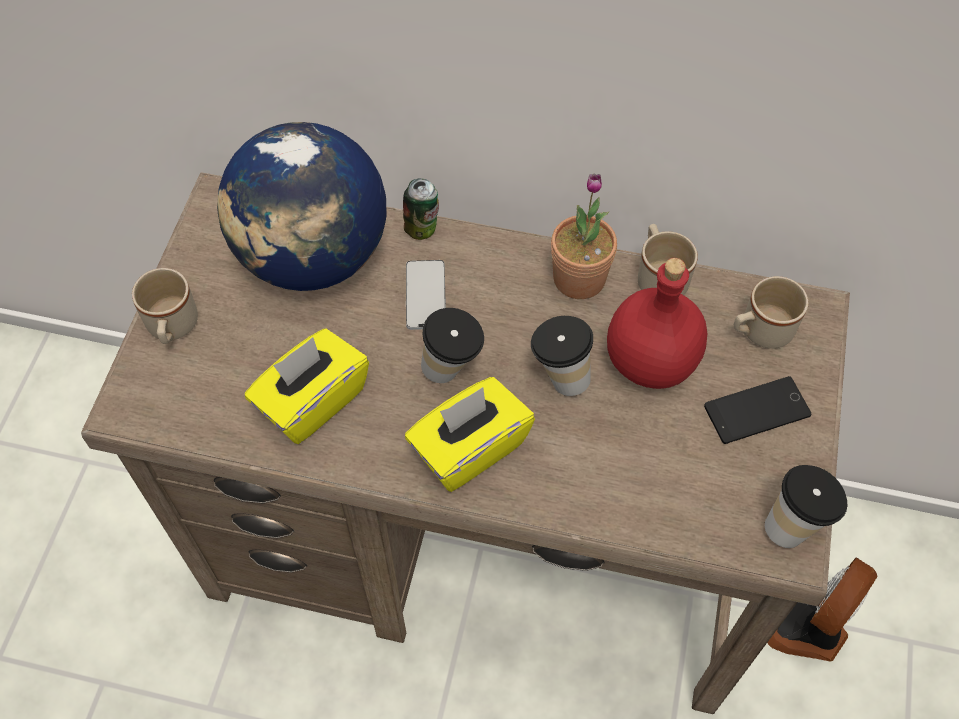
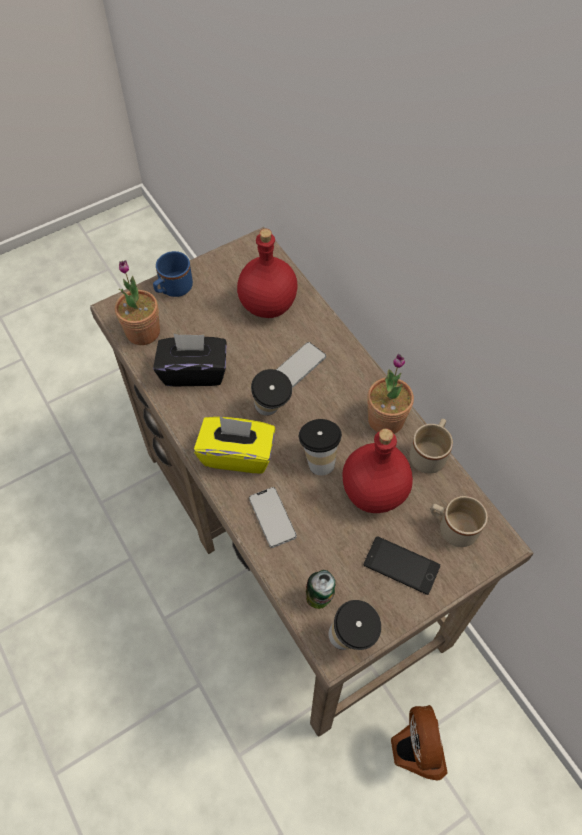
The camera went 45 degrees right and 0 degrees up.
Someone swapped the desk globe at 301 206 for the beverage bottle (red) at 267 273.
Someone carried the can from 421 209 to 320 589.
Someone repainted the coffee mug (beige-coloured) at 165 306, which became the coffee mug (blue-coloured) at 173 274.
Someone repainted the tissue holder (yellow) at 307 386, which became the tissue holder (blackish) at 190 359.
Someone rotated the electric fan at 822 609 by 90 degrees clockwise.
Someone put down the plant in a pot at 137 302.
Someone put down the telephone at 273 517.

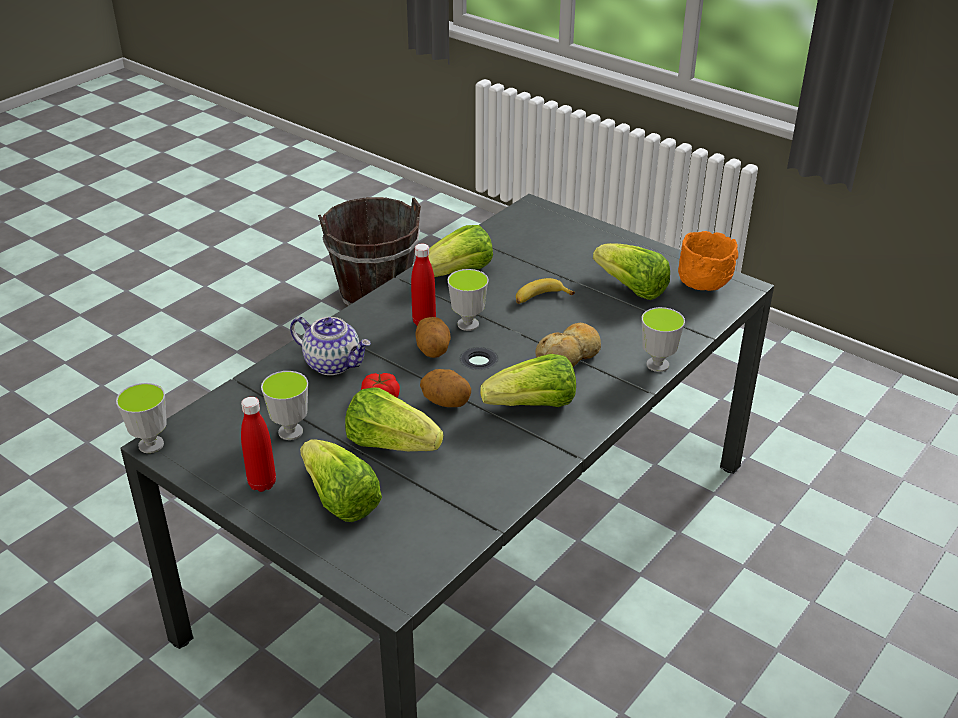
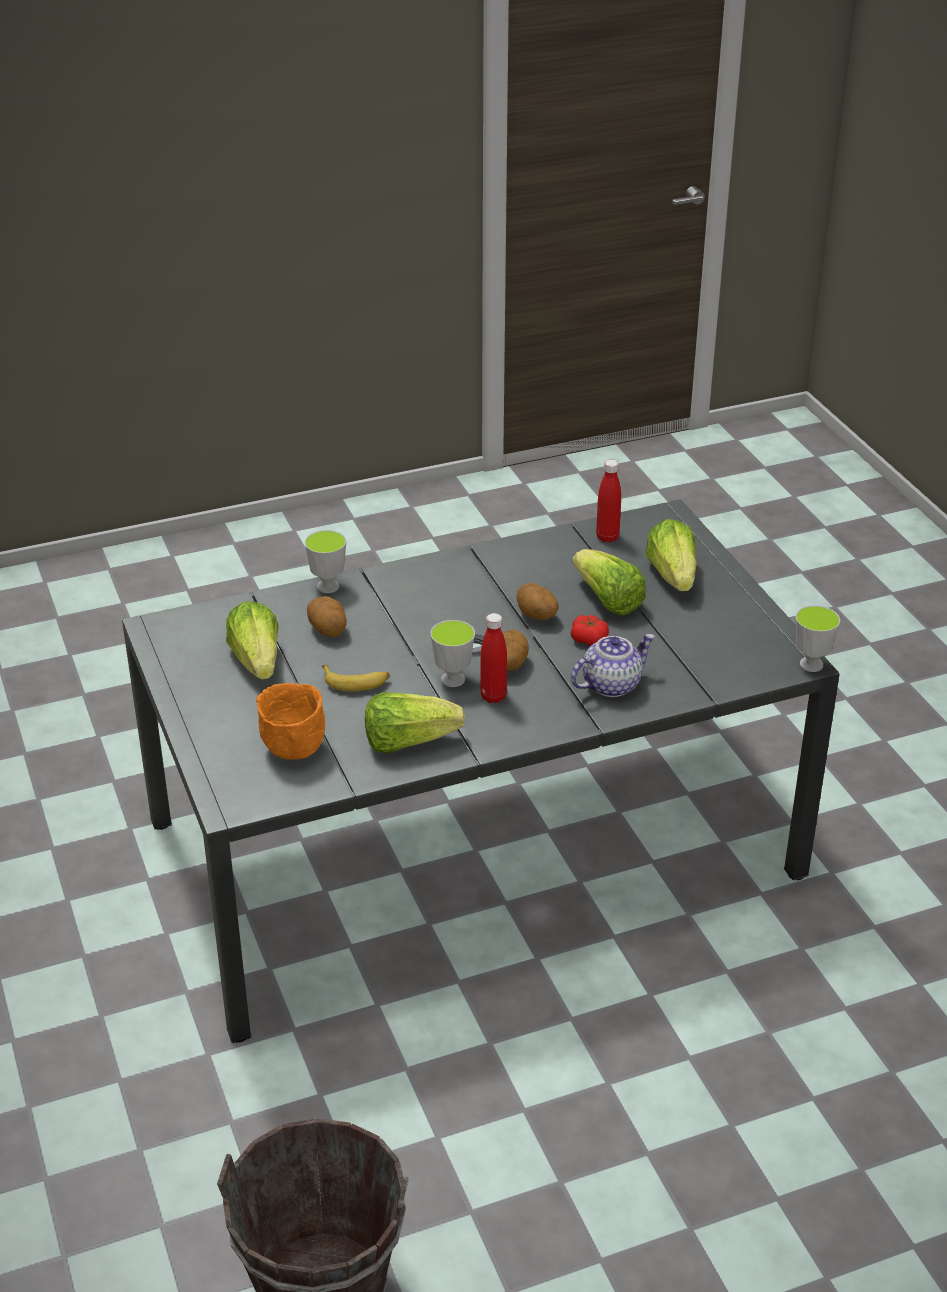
The camera went 150 degrees left and 0 degrees up.
Someone carried the bowl (orange-coloured) from 708 261 to 290 721.
Someone rotated the teapot at 330 346 by 90 degrees clockwise.
Someone took away the bread at 568 345.
Someone took away the lettuce head at 528 380.
Someone took away the drinking cup at 284 405.
Someone carried the beverage bottle (red) from 258 444 to 608 501.
Someone put down the potato at 327 616.

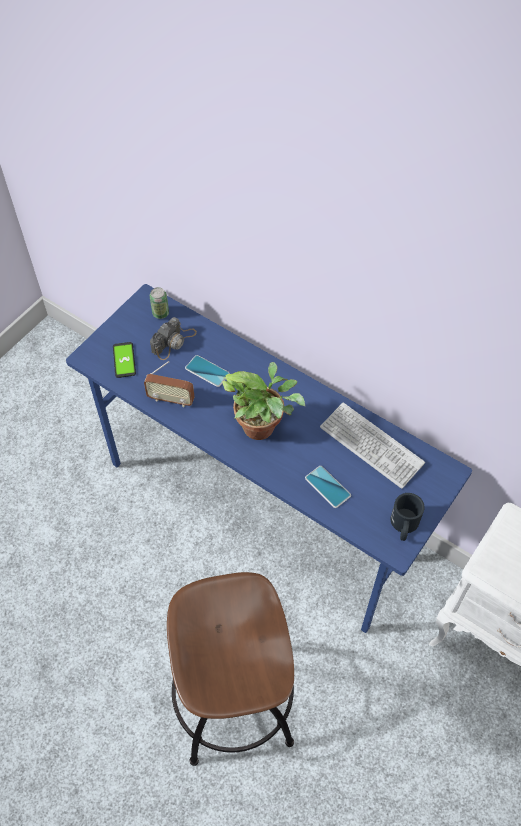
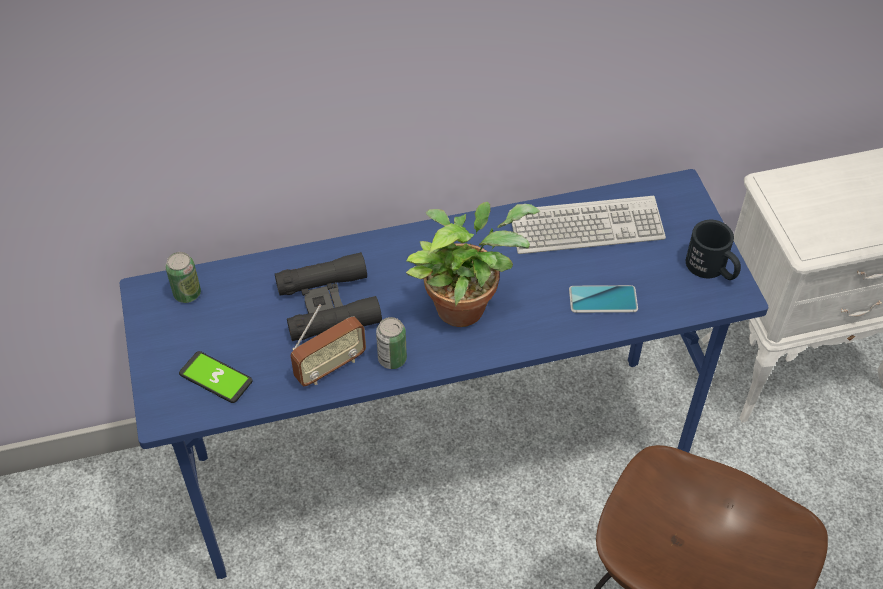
The camera went 50 degrees left and 5 degrees down.
Someone took away the photo camera at 173 338.
Someone swapped the telephone at 207 371 for the binoculars (blackish) at 328 296.
Someone put down the can at 391 343.

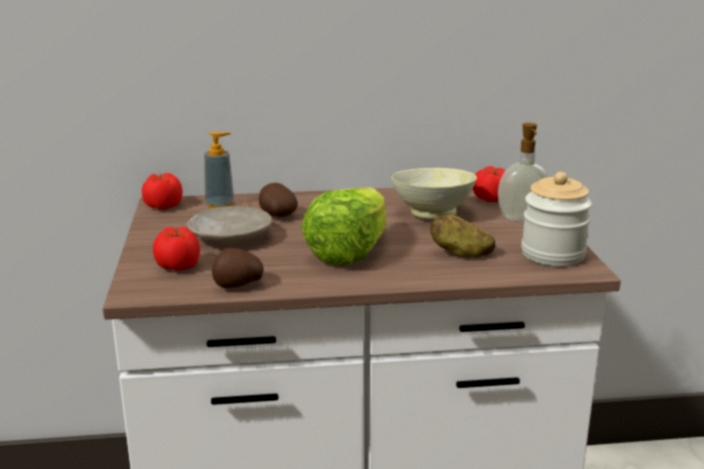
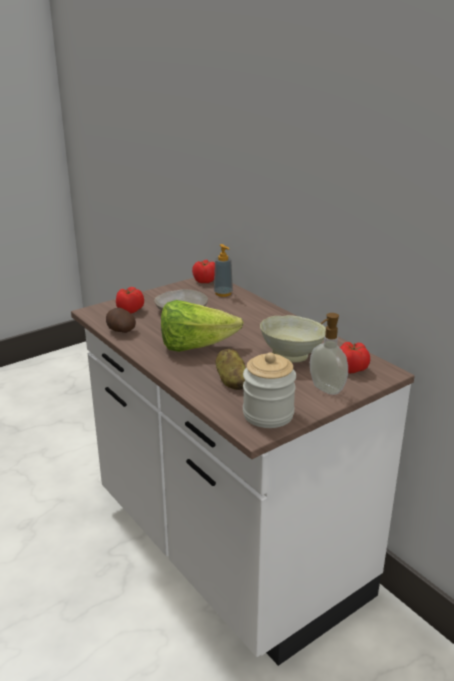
The camera went 60 degrees right and 5 degrees up.
Someone took away the potato at 278 200.

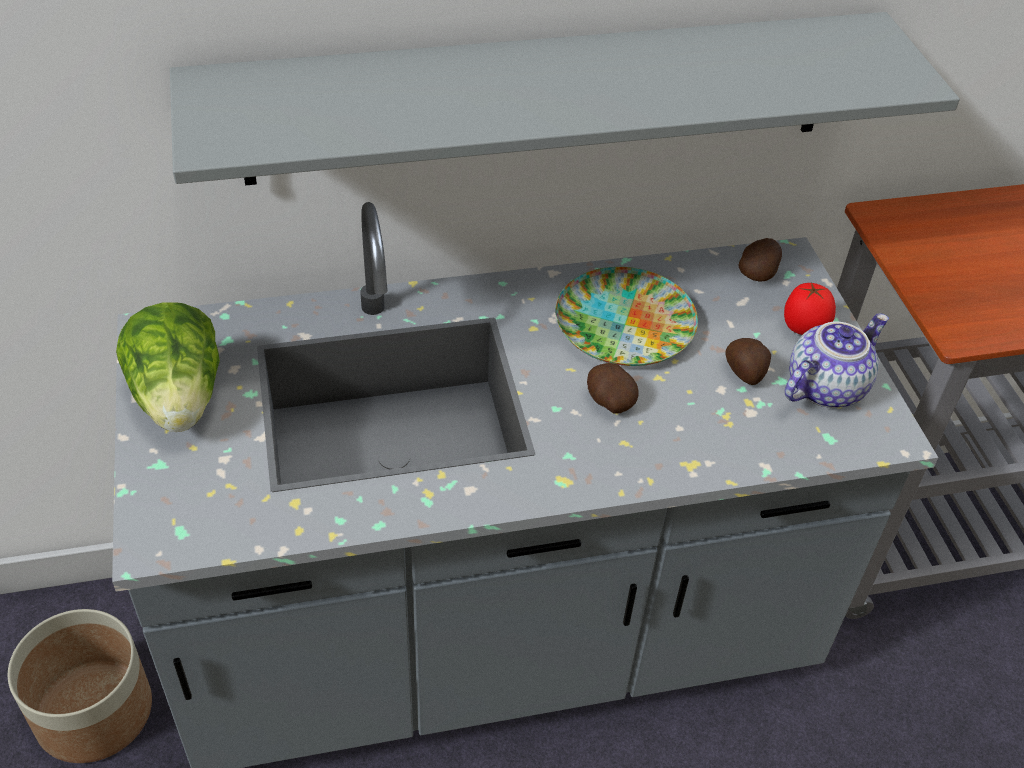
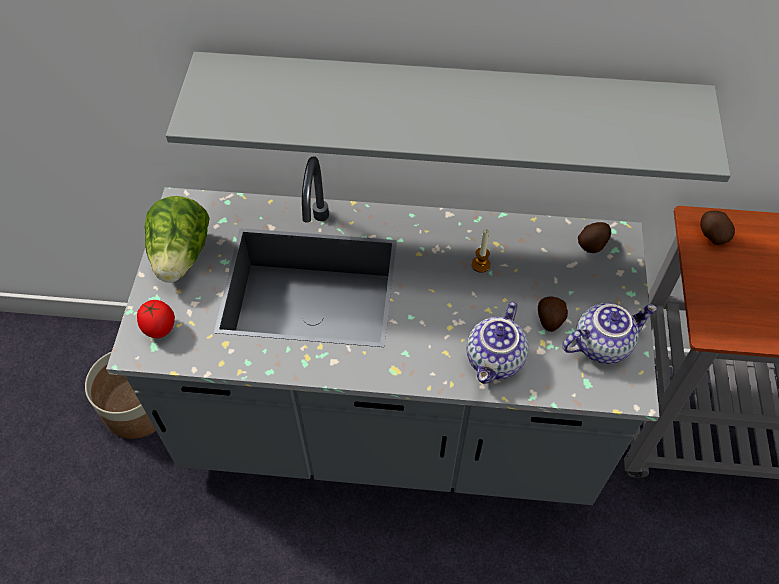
The camera went 20 degrees right and 10 degrees up.
Someone swapped the flat dish at 627 316 for the wax light at 481 251.
Someone carried the fresh tomato from 810 308 to 156 319.
Someone carried the potato from 613 388 to 717 228.
Someone put down the teapot at 497 342.

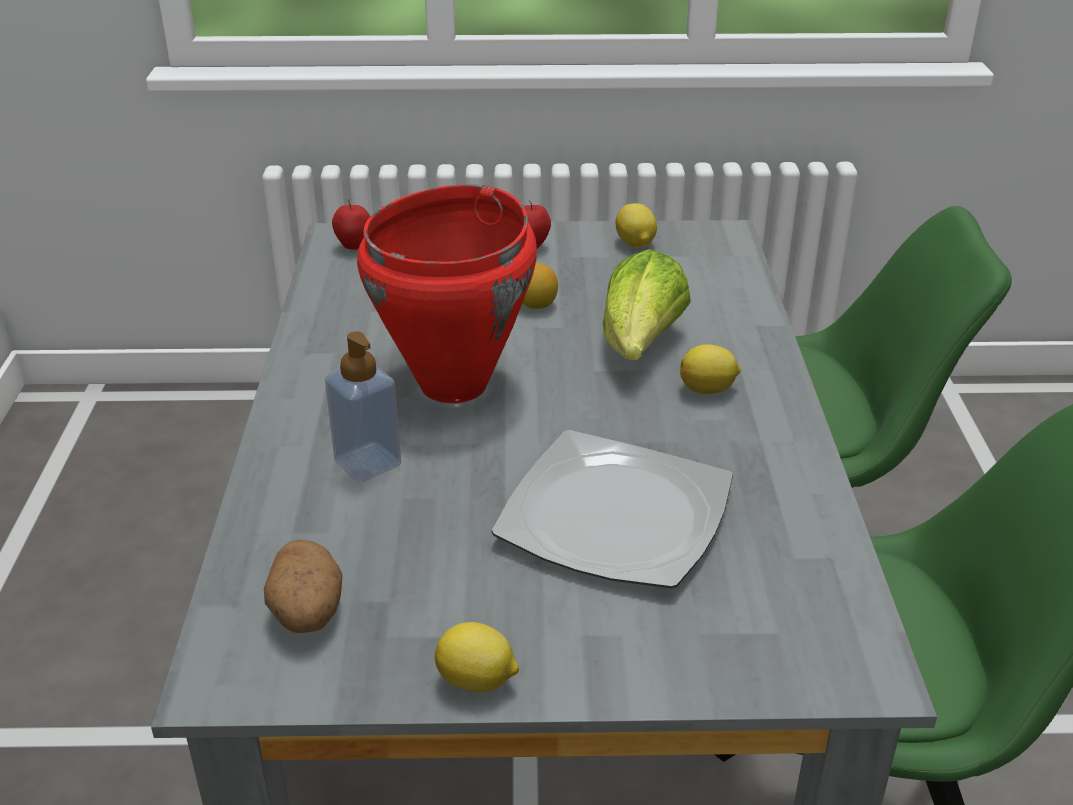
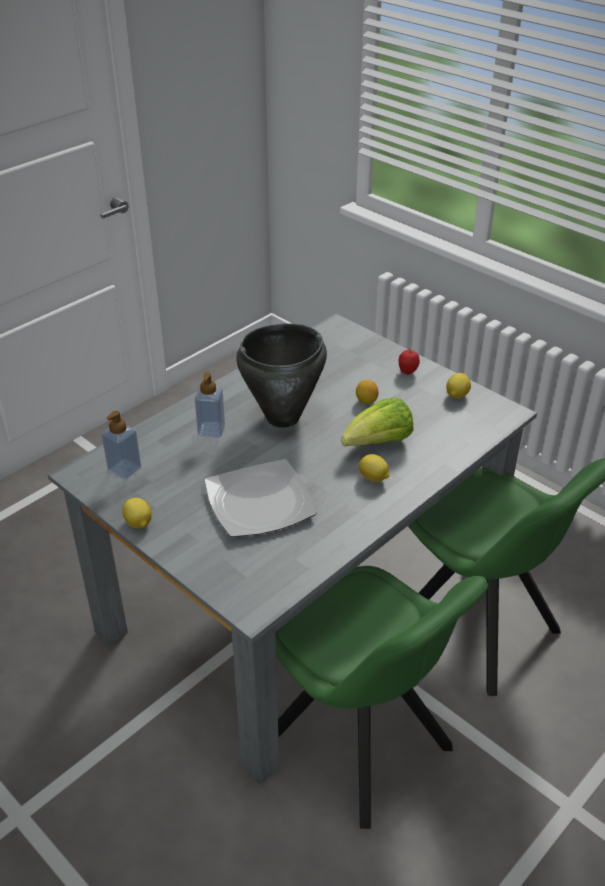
The camera went 45 degrees right and 5 degrees up.
Someone repainted the saucepot (red) at 447 293, which became the saucepot (blackish) at 281 375.
Someone took away the apple at 351 224.
Someone swapped the potato at 303 586 for the soap dispenser at 121 445.

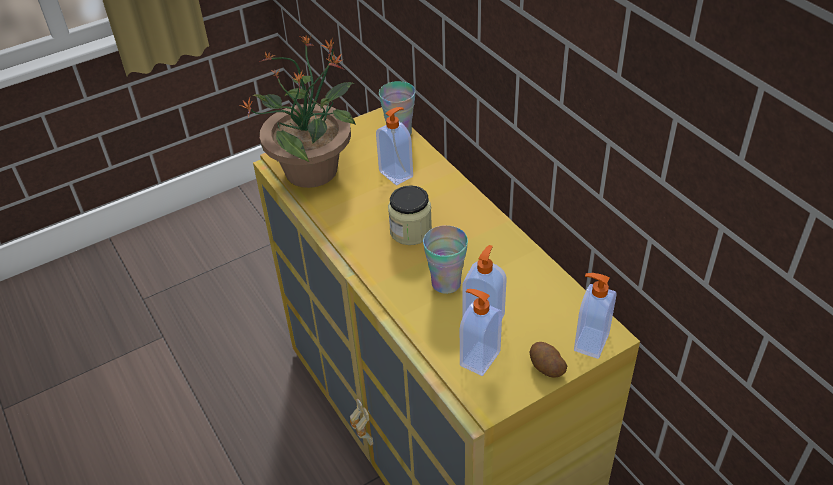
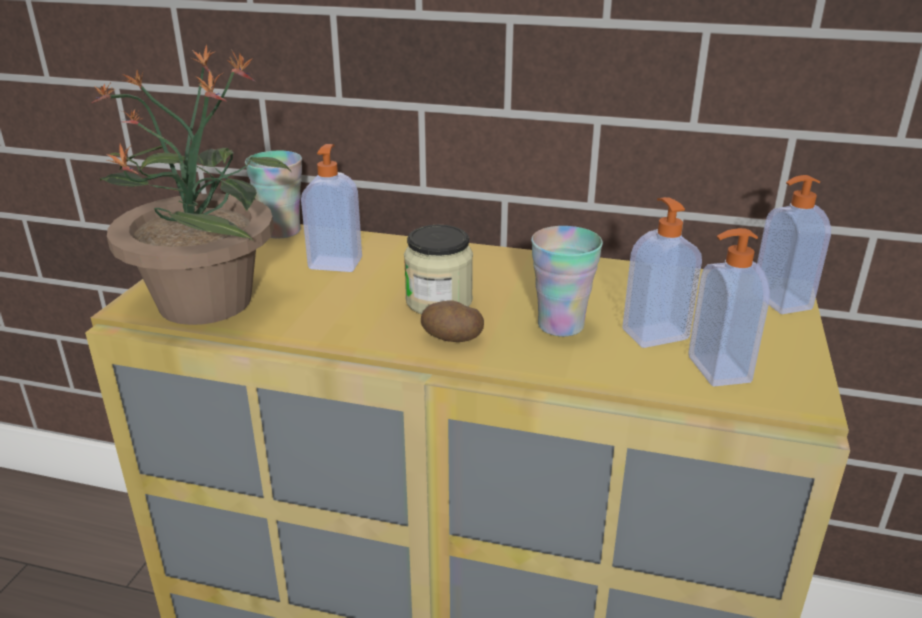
The camera went 45 degrees left and 15 degrees down.
Someone carried the potato from 548 360 to 452 321.

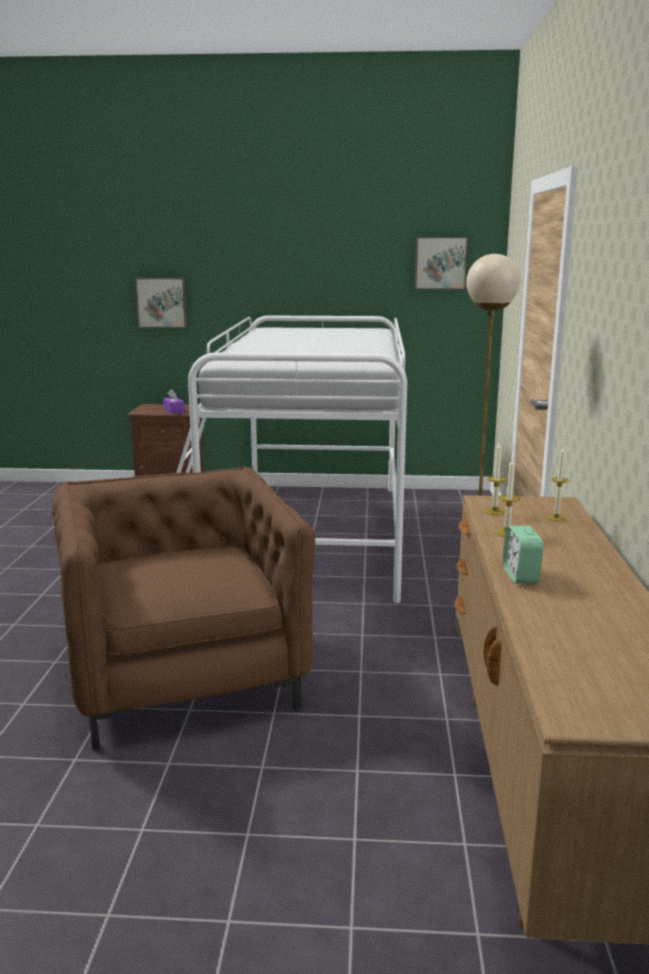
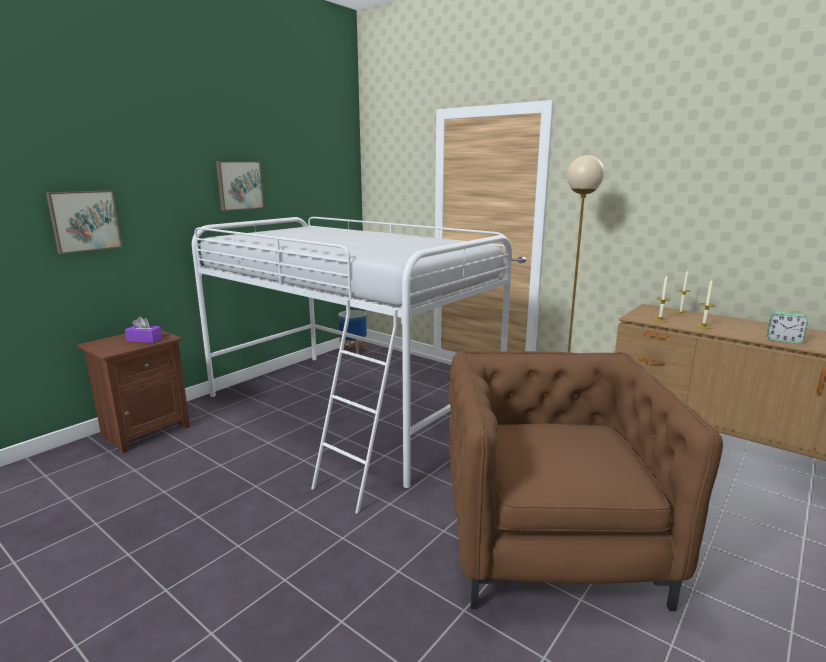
The camera went 55 degrees left and 0 degrees up.
Someone carried the wall picture from 441 263 to 240 186.
Someone rotated the easy chair (brown-coloured) at 183 608 by 75 degrees clockwise.
Someone put down the planter at 352 332.

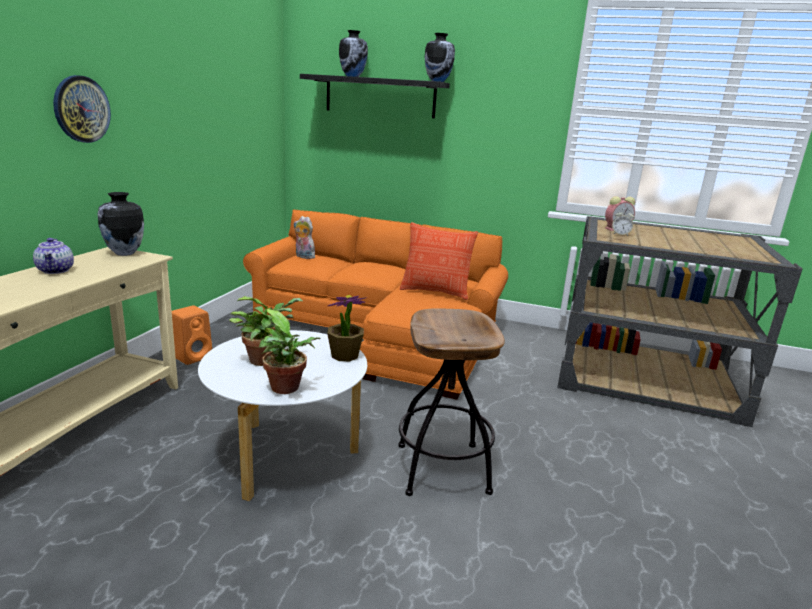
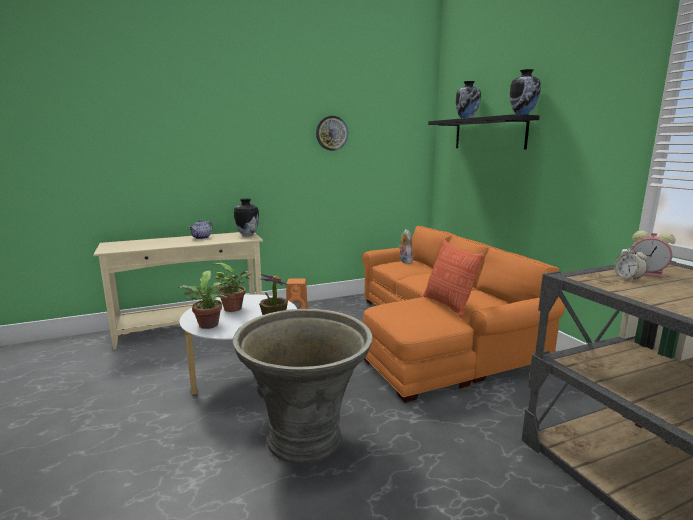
The camera went 50 degrees right and 5 degrees down.
Someone carried the clock on the wall from 82 109 to 332 133.
Someone swapped the stool seat (brown-coloured) at 452 402 for the planter (grey) at 303 387.

